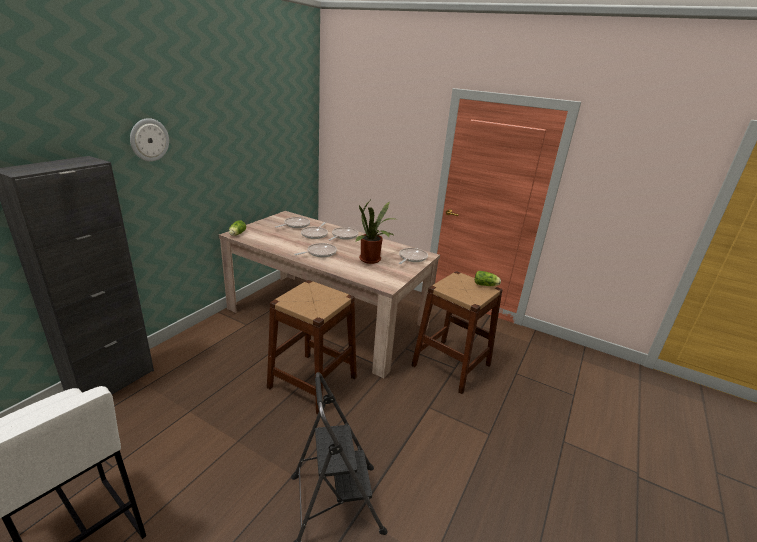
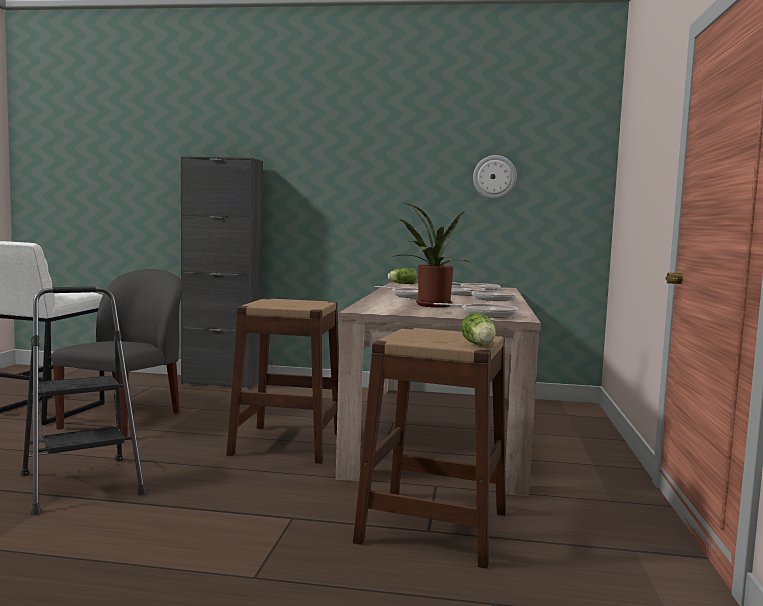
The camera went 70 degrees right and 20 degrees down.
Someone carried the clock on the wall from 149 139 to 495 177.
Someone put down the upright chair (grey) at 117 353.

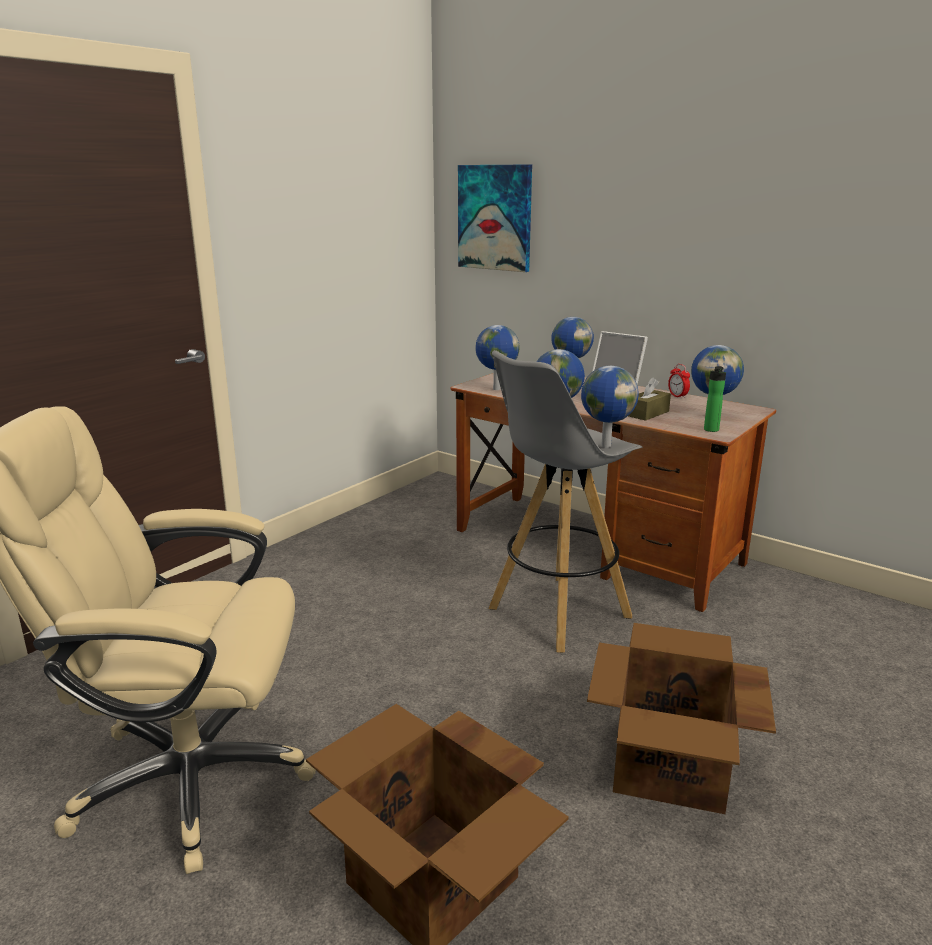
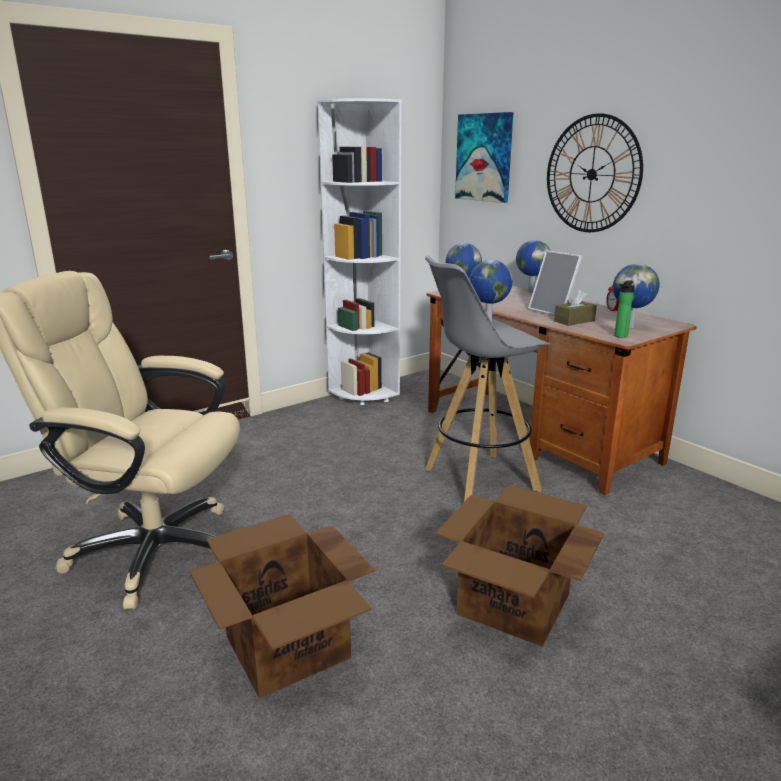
The camera went 15 degrees right and 0 degrees up.
Someone took away the desk globe at 609 407.
Someone put down the bookshelf (white) at 359 251.
Someone put up the clock on the wall at 595 172.

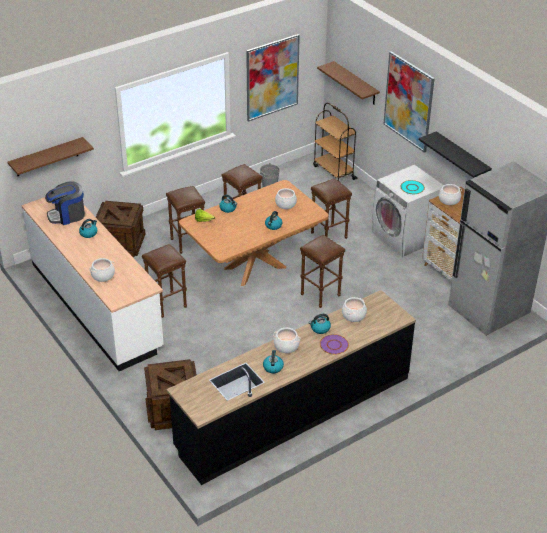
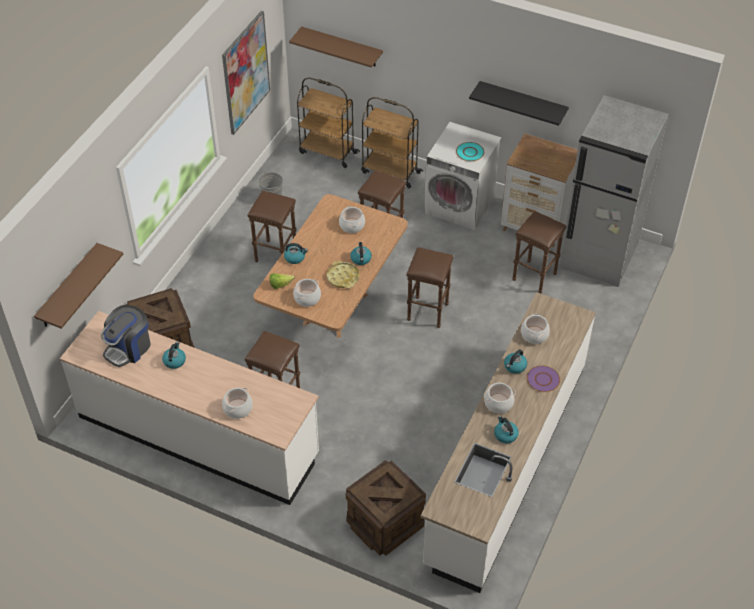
The camera went 30 degrees left and 10 degrees up.
Someone took away the wall picture at 409 102.
Someone carried the saucepot from 450 194 to 307 293.
Someone carried the stool seat (brown-coloured) from 185 220 to 539 252.
Someone repainted the kitchen base unit (blackish) at 291 387, which became the kitchen base unit (white) at 508 442.
Someone put down the wheeled cart (brown-coloured) at 392 142.
Someone put down the tray (yellow) at 343 275.

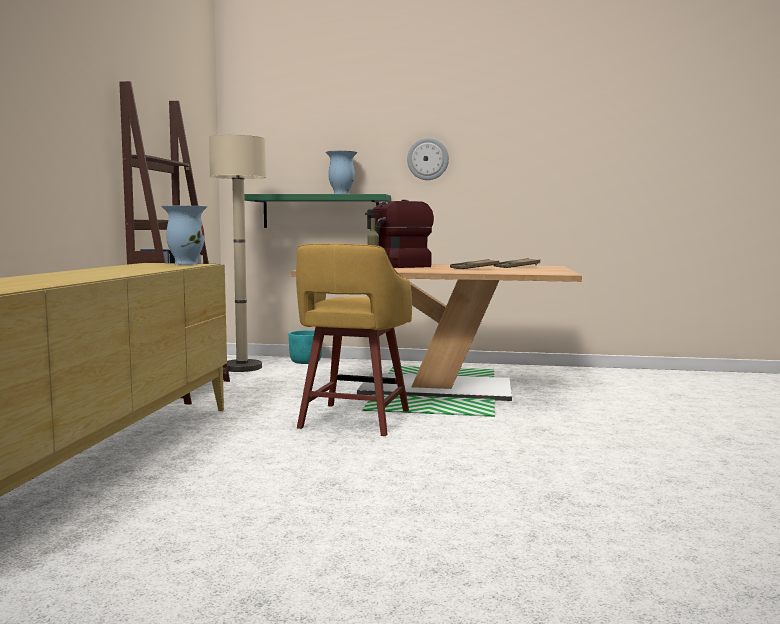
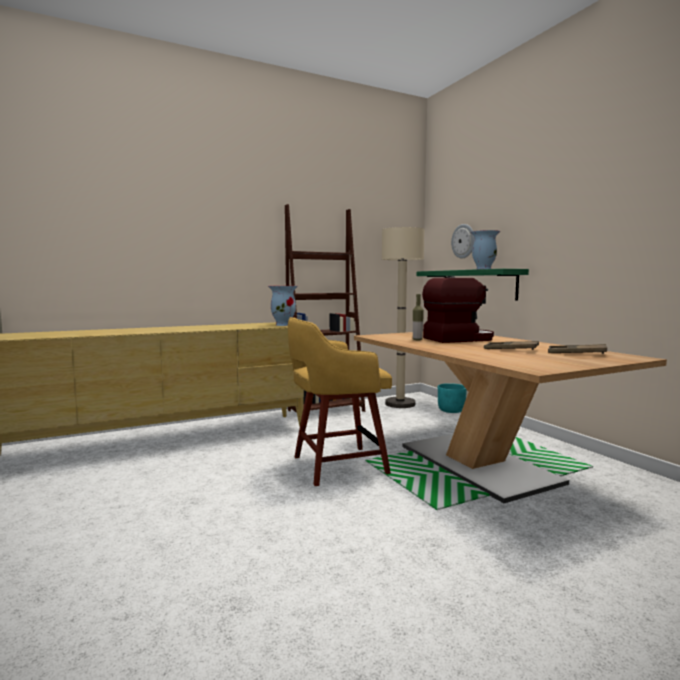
The camera went 55 degrees right and 0 degrees up.
Someone carried the clock on the wall from 428 159 to 463 241.
Someone rotated the coffee machine at 399 234 by 135 degrees clockwise.

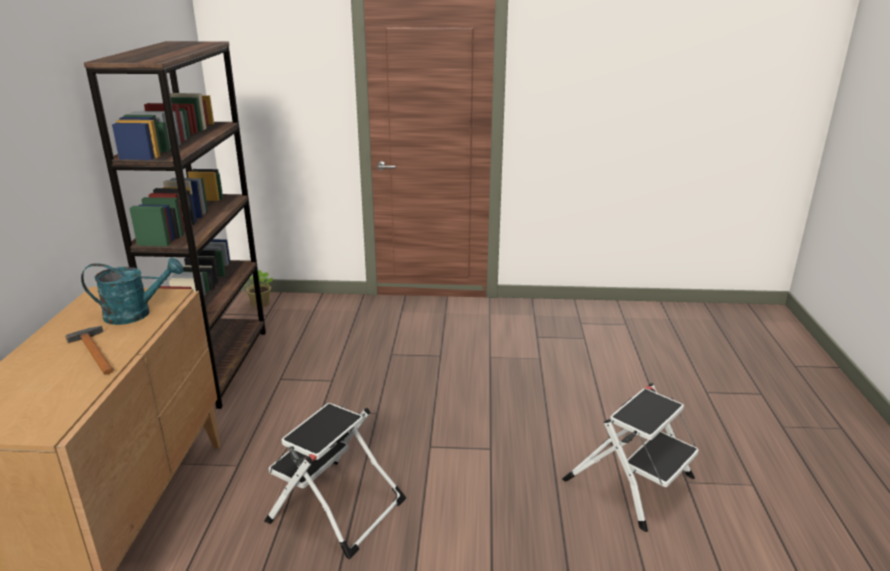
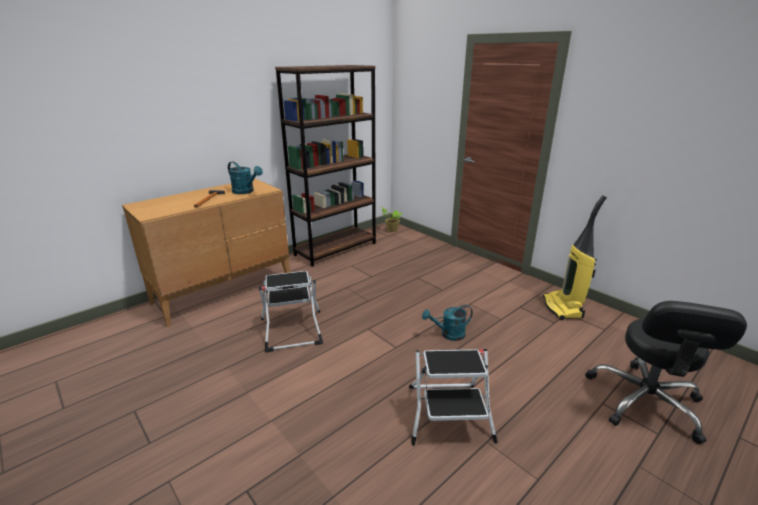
The camera went 45 degrees right and 0 degrees up.
Someone put down the vacuum at 575 257.
Someone put down the computer chair (blackish) at 666 372.
Someone put down the watering pot (turquoise) at 447 323.

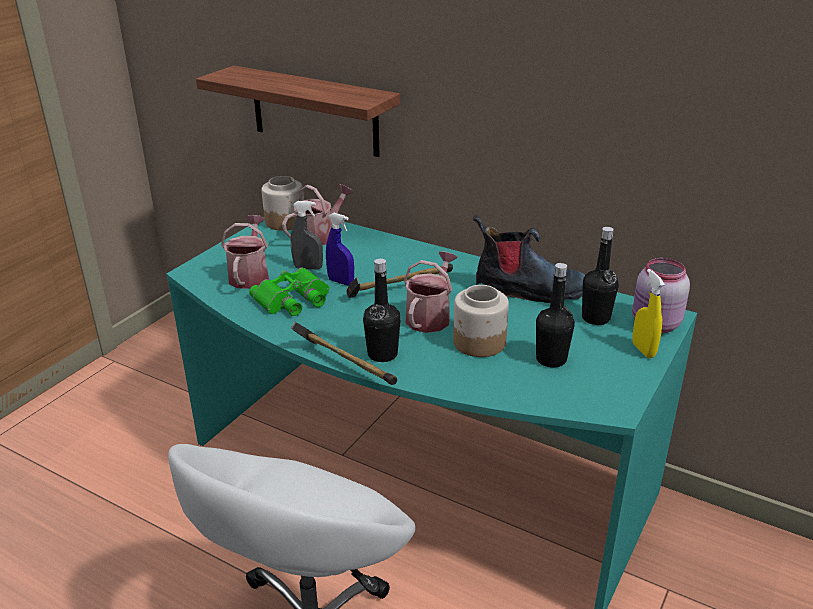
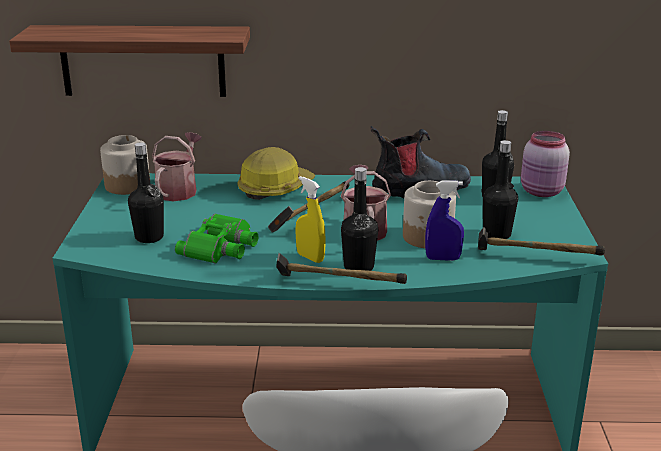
The camera went 30 degrees left and 5 degrees down.
Someone took away the hand sprayer (grey) at 307 235.
Someone carried the hand sprayer (blue-coloured) from 340 248 to 444 220.
Someone swapped the watering pot at 245 252 for the beverage bottle (blackish) at 146 192.
Someone carried the hand sprayer (yellow) from 648 313 to 310 219.
Someone put down the hard hat at 276 173.
Someone put down the hand hammer at 541 241.

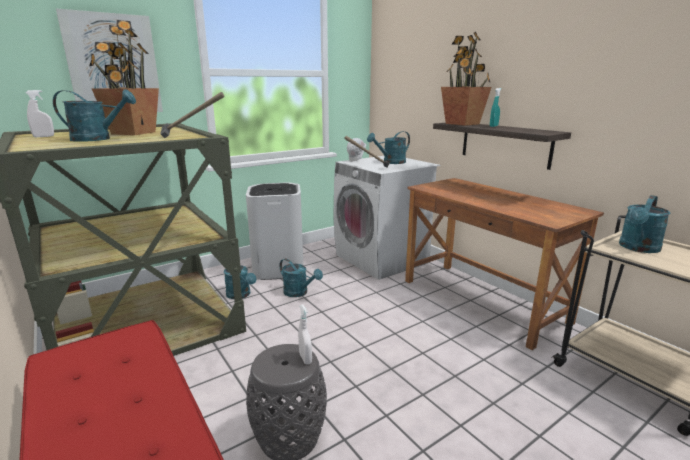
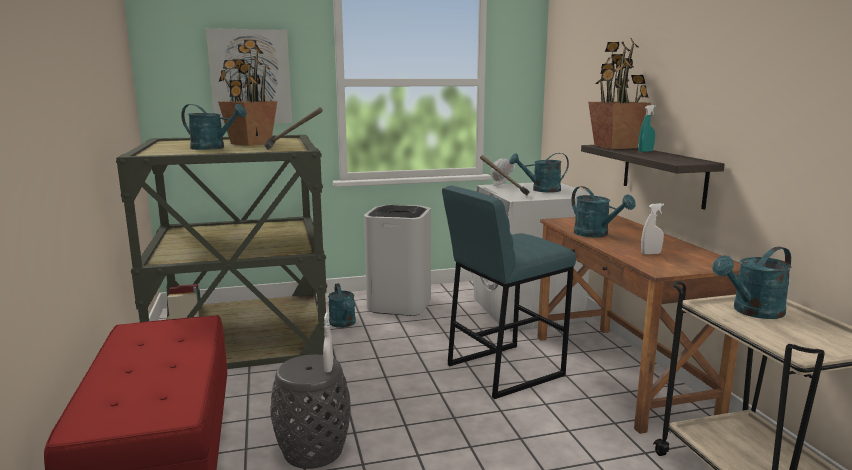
The camera went 20 degrees right and 5 degrees down.
Someone carried the hand sprayer (white) from 39 113 to 652 229.
Someone carried the watering pot (turquoise) from 301 277 to 603 212.
Someone put down the stool seat (turquoise) at 509 292.

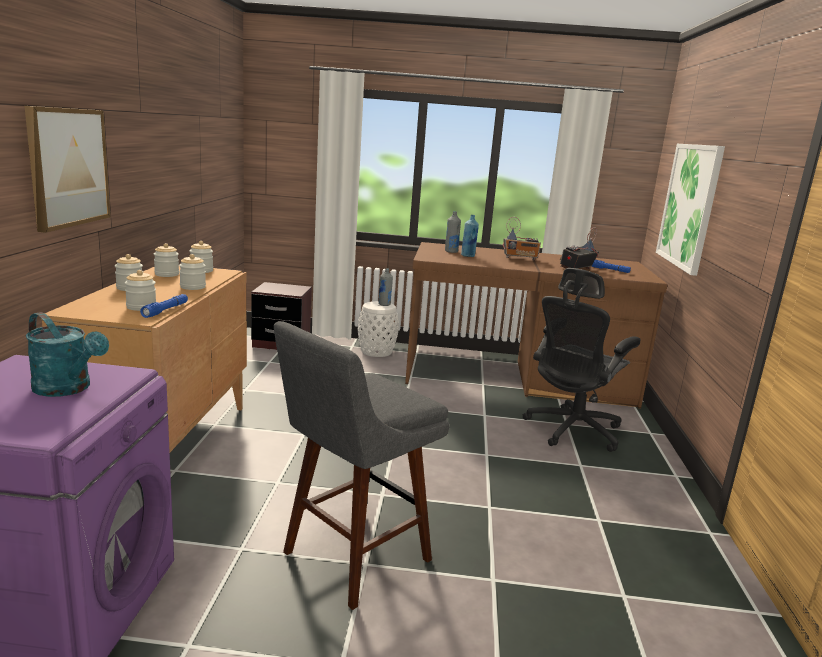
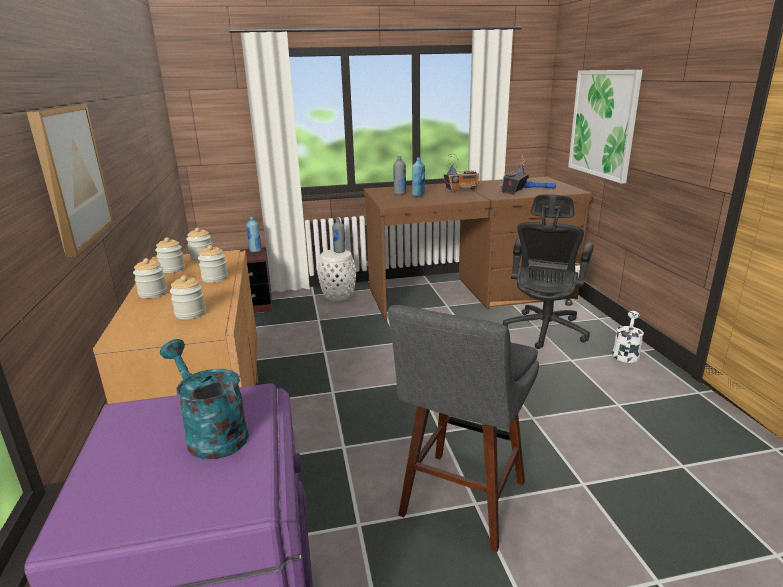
The camera went 15 degrees left and 5 degrees up.
Someone took away the torch (blue-coloured) at 164 306.
Someone rotated the watering pot (turquoise) at 67 354 by 150 degrees counterclockwise.
Someone put down the beverage bottle (blue-coloured) at 254 234.
Someone put down the watering pot (white) at 628 337.

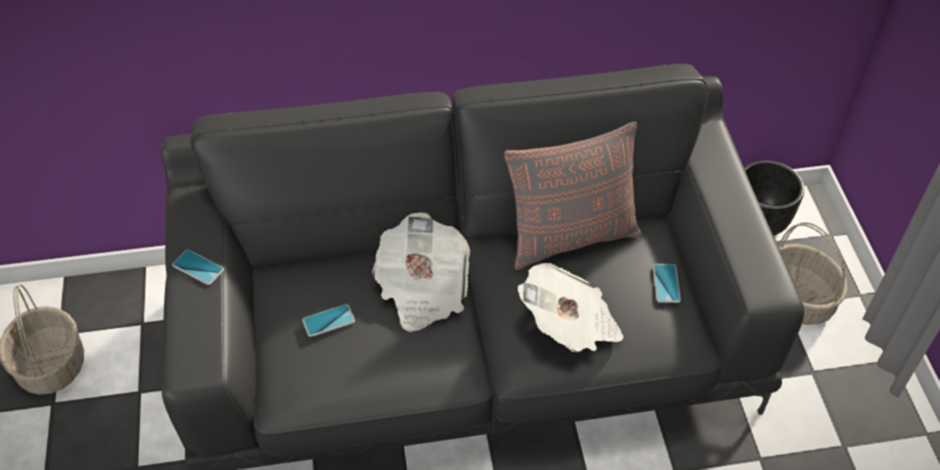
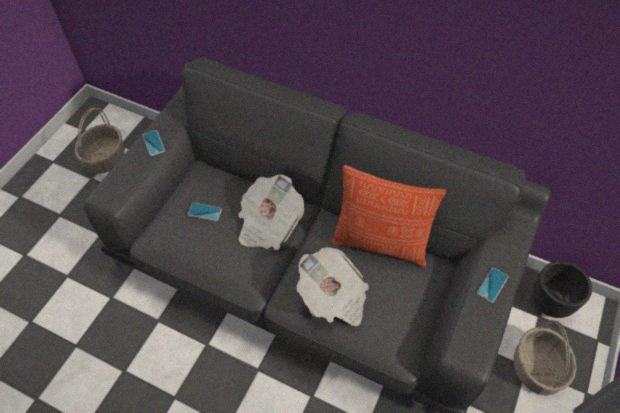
The camera went 35 degrees right and 5 degrees up.
Someone repainted the cushion (grey) at 572 196, which became the cushion (orange-coloured) at 388 216.
Someone carried the telephone from 667 283 to 492 285.

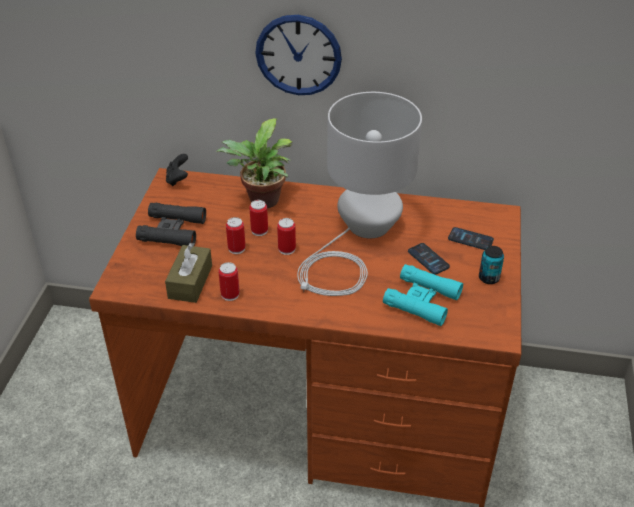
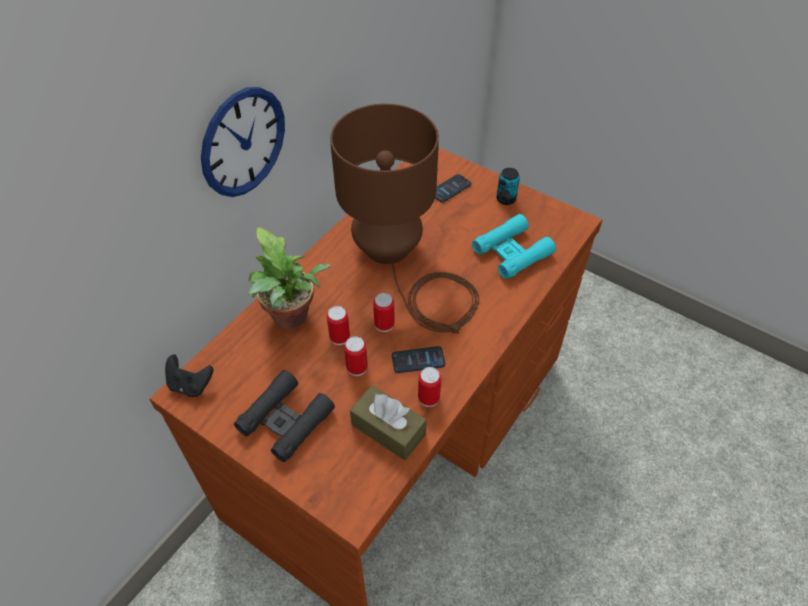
The camera went 65 degrees left and 10 degrees up.
Someone repainted the lamp for a table (grey) at 359 194, which became the lamp for a table (brown-coloured) at 404 219.
Someone carried the telephone from 429 259 to 418 359.

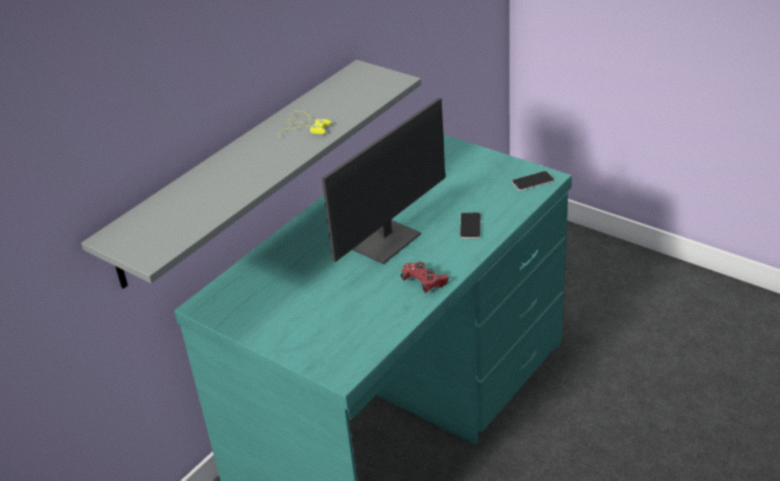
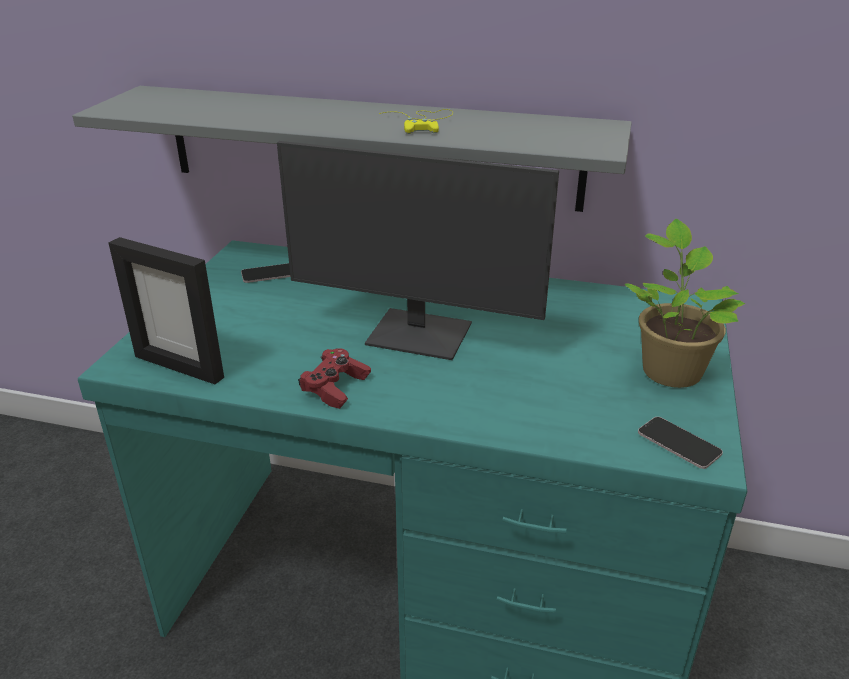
The camera went 65 degrees right and 5 degrees down.
Someone carried the telephone from 470 225 to 265 273.
Someone put down the plant in a pot at 685 303.
Someone put down the picture frame at 166 310.

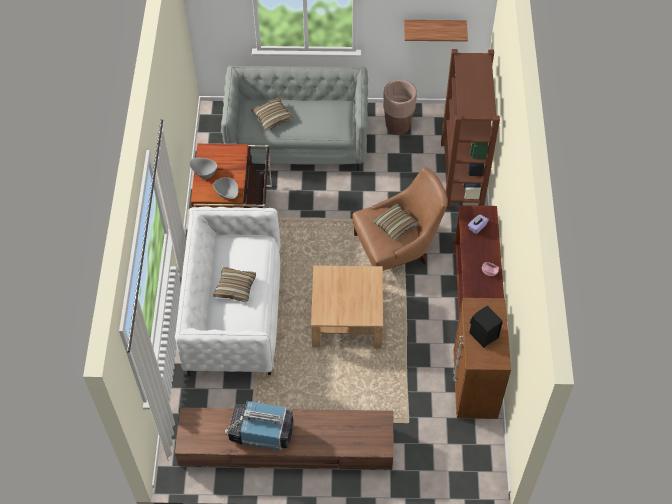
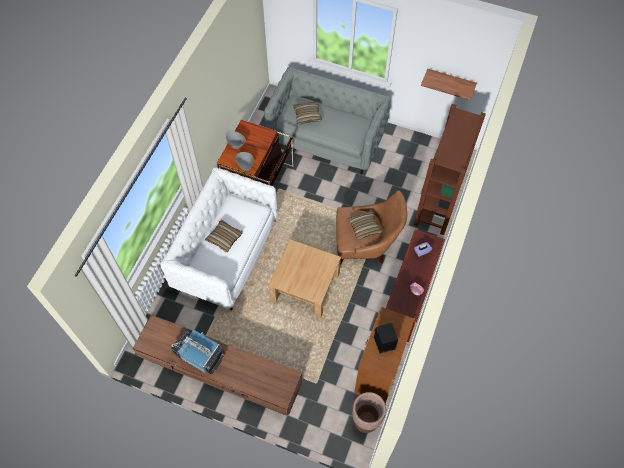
The camera went 20 degrees right and 5 degrees up.
Someone carried the planter (brown-coloured) from 400 107 to 369 412.

